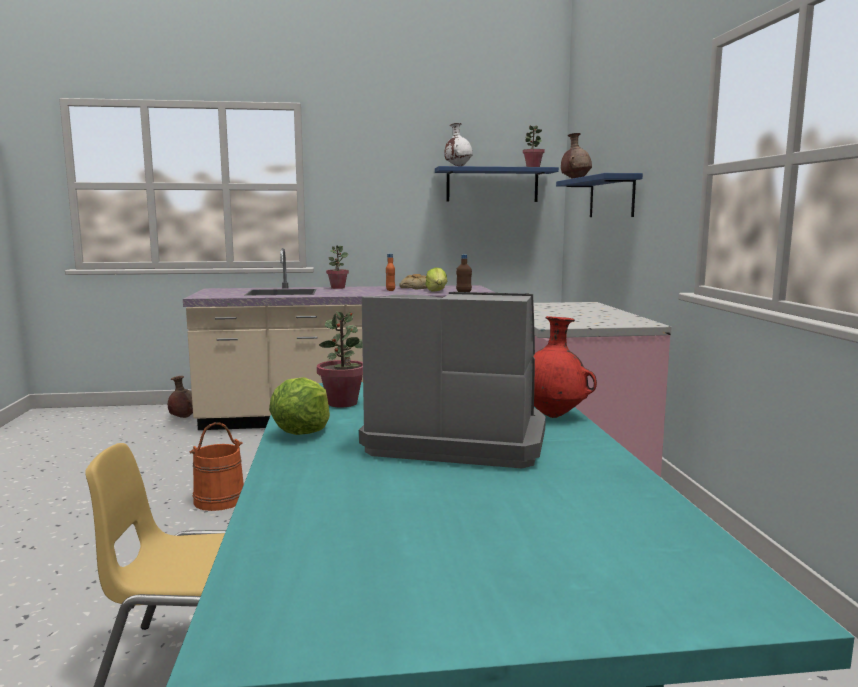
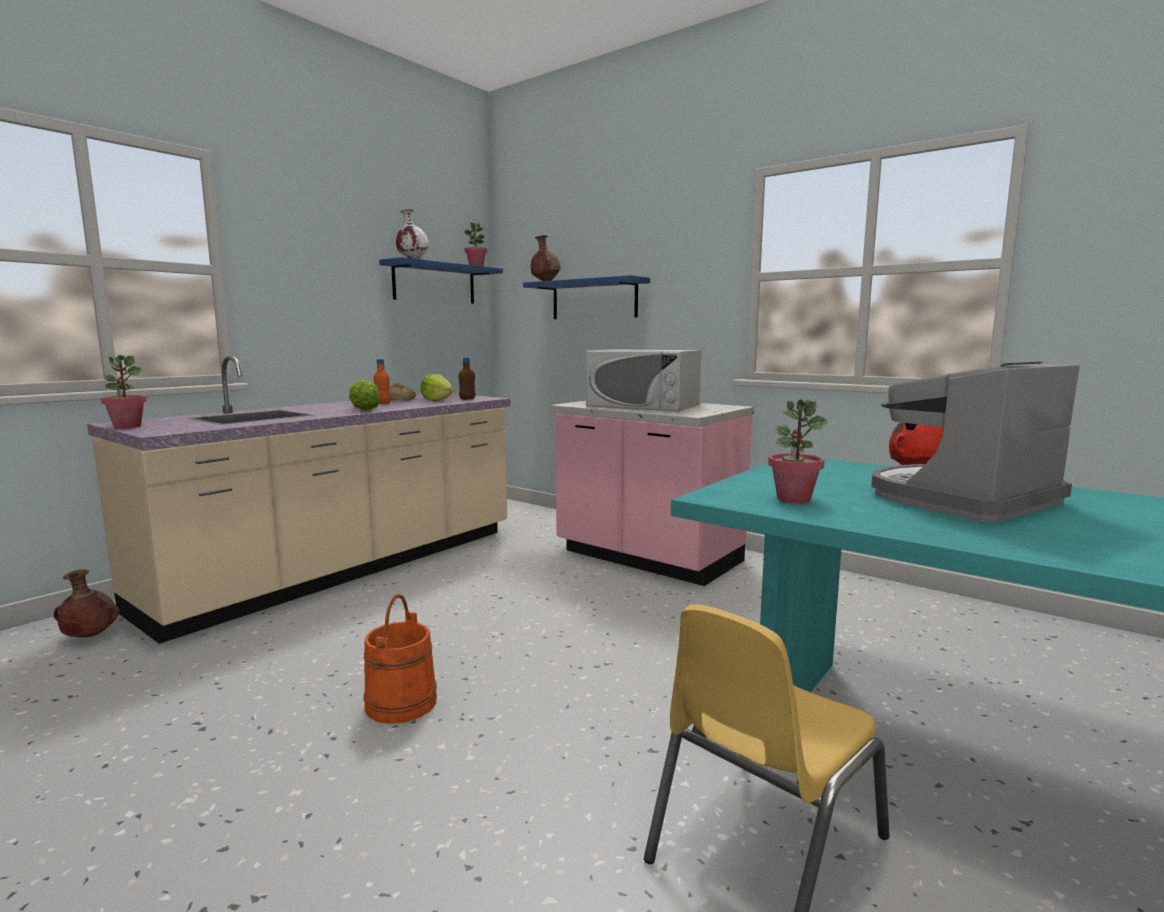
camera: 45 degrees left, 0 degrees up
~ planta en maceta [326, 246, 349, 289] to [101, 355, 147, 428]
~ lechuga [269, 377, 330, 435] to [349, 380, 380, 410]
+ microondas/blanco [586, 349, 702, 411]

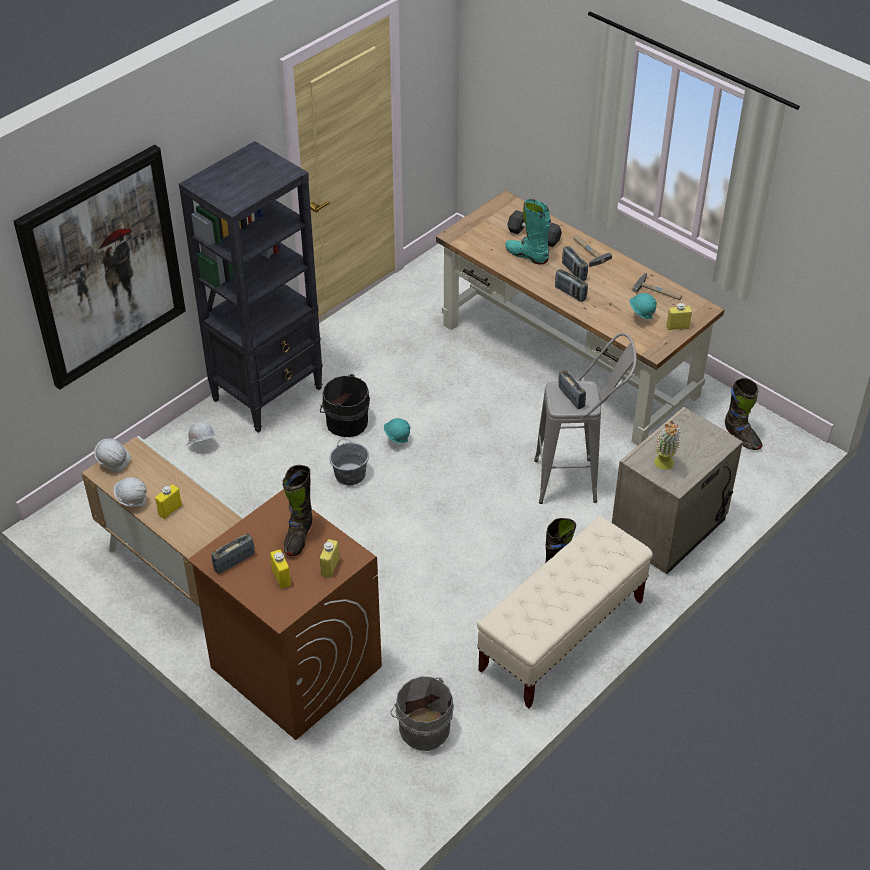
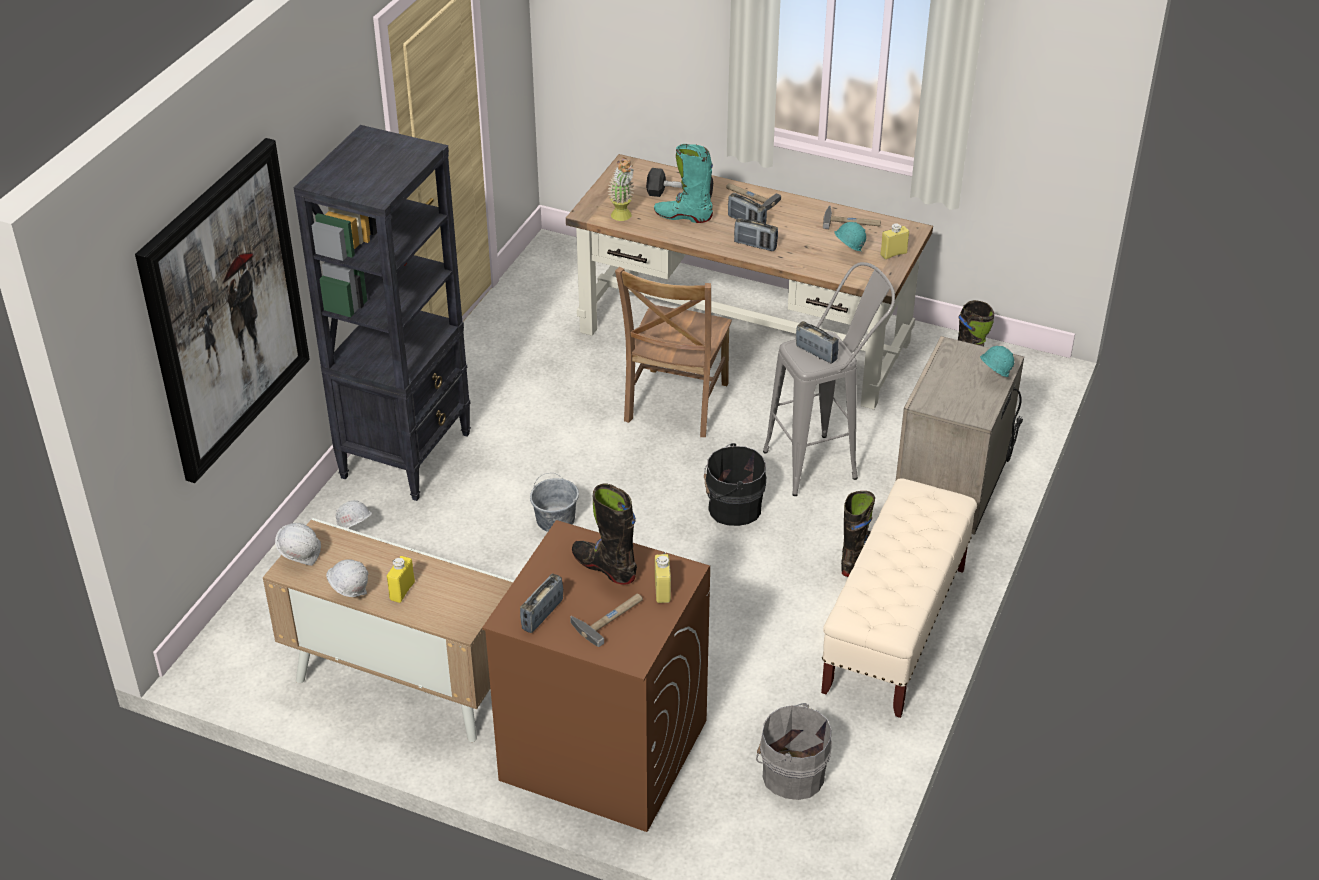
camera: 20 degrees left, 5 degrees down
~ cubo/negro [320, 374, 370, 437] to [704, 443, 766, 526]
~ casco/turquesa [384, 418, 411, 443] to [980, 346, 1014, 377]
~ planta en maceta [654, 421, 681, 470] to [608, 157, 634, 221]
~ bota/negro [283, 465, 312, 556] = [572, 484, 637, 584] 135 degrees clockwise
~ botella/amarillo [270, 550, 291, 588] to martillo [570, 594, 643, 647]
+ silla/marrón [615, 267, 732, 437]

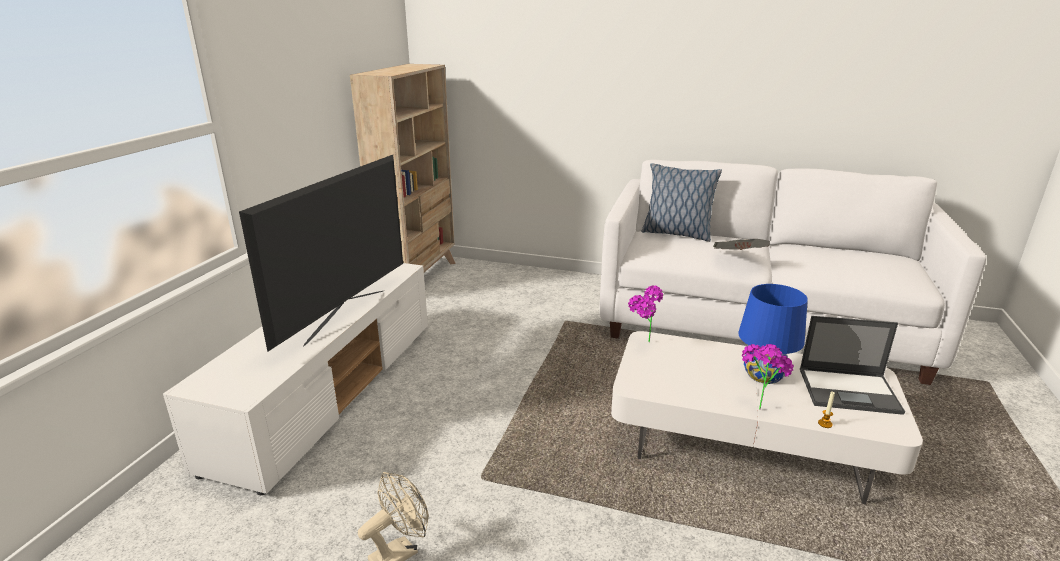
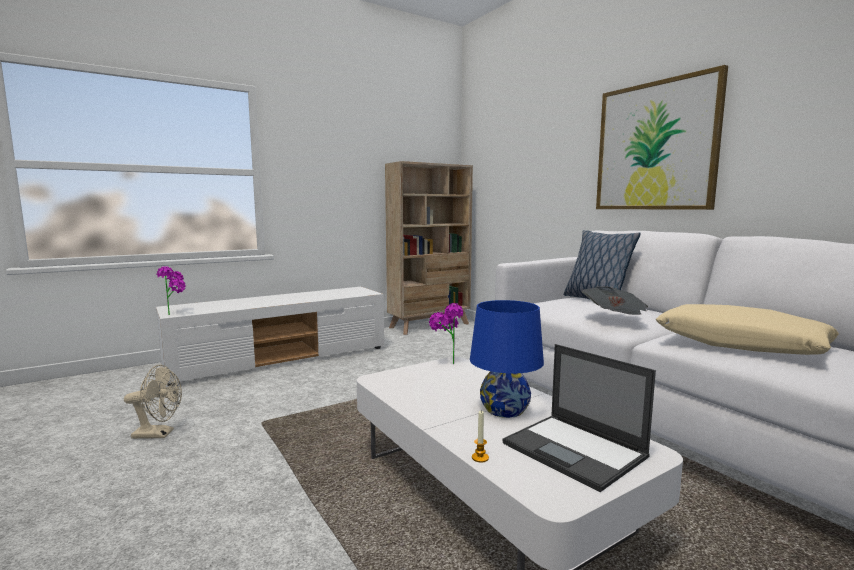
camera: 40 degrees right, 15 degrees down
- televisor [239, 155, 403, 352]
~ planta en maceta [742, 344, 794, 410] to [157, 266, 186, 315]
+ cuadro [596, 65, 728, 210]
+ cojín/beis [656, 304, 839, 355]

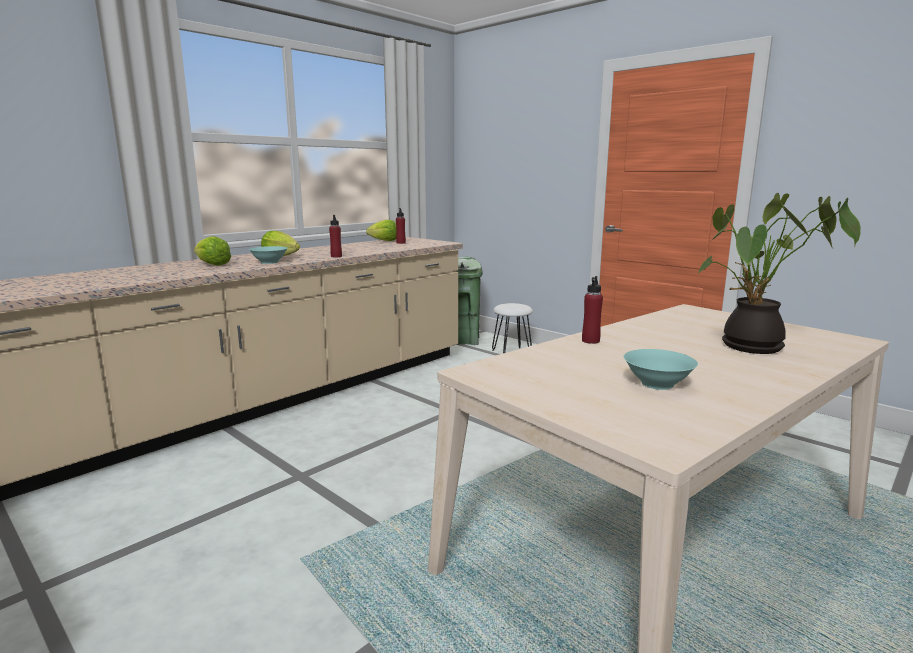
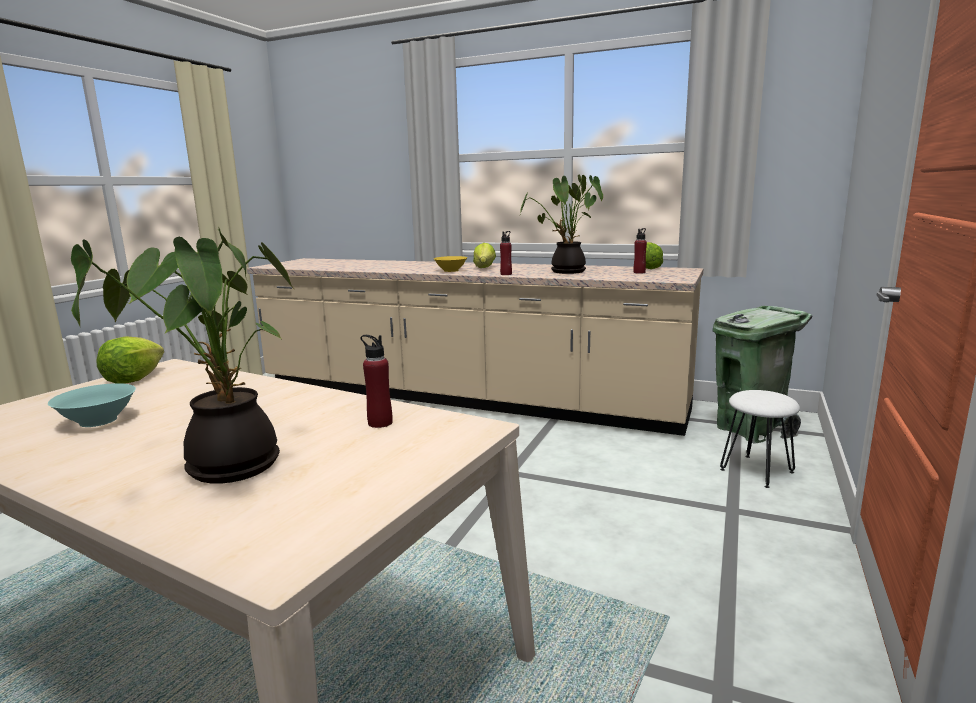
camera: 70 degrees right, 0 degrees up
~ lechuga [194, 236, 231, 266] to [96, 336, 164, 384]
~ cuenco/turquesa [249, 246, 288, 264] to cuenco/amarillo [434, 256, 467, 272]
~ botella/rojo [582, 276, 603, 344] to [361, 335, 393, 428]
+ planta en maceta [520, 175, 603, 274]

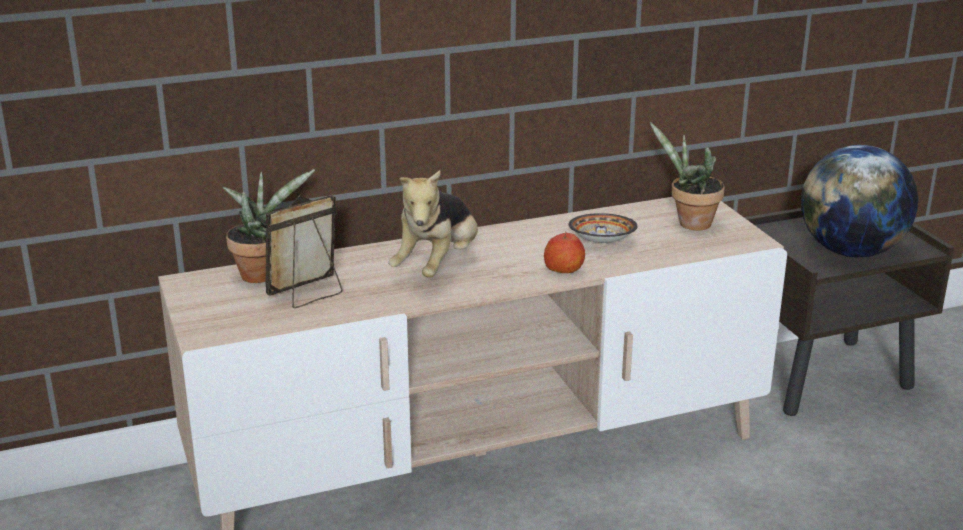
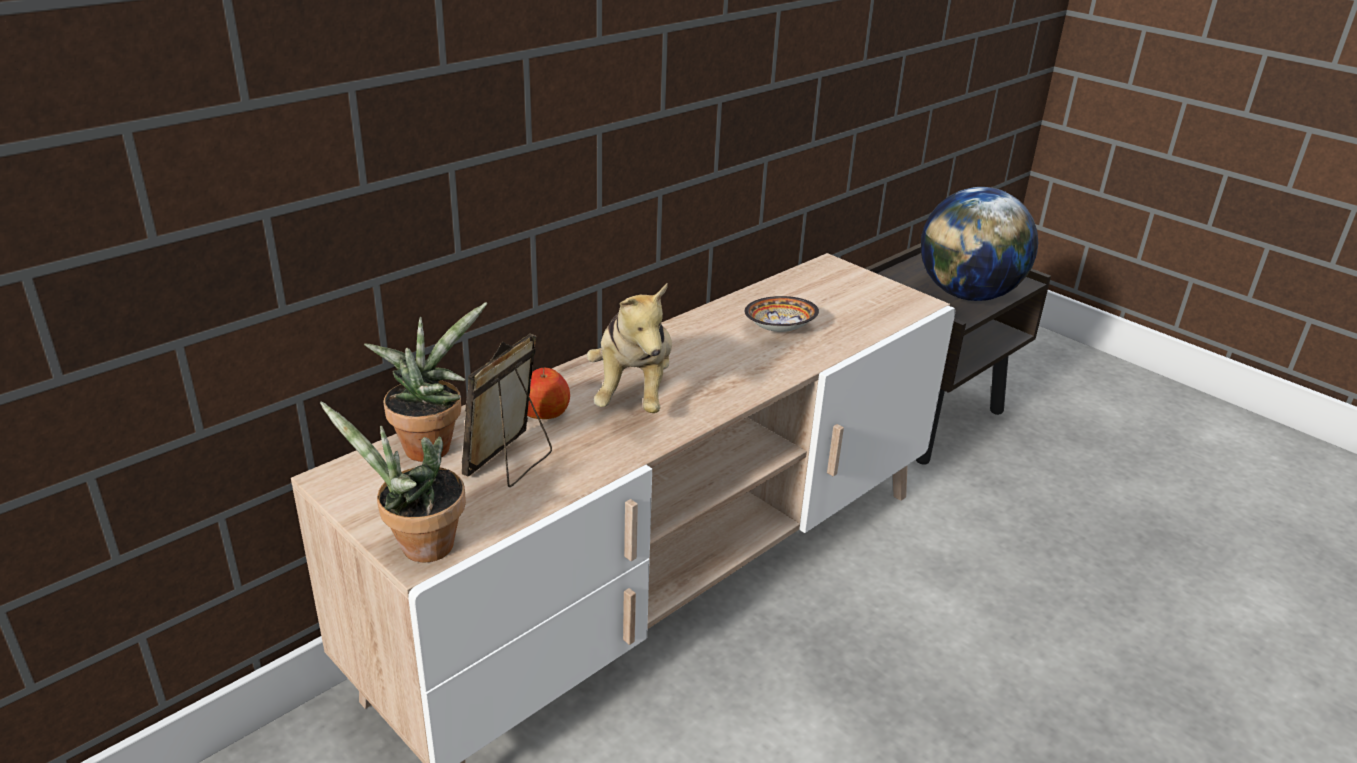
camera: 25 degrees left, 5 degrees up
~ planta en maceta [650, 122, 725, 231] to [320, 401, 466, 563]
~ manzana [544, 231, 585, 273] to [527, 368, 570, 419]

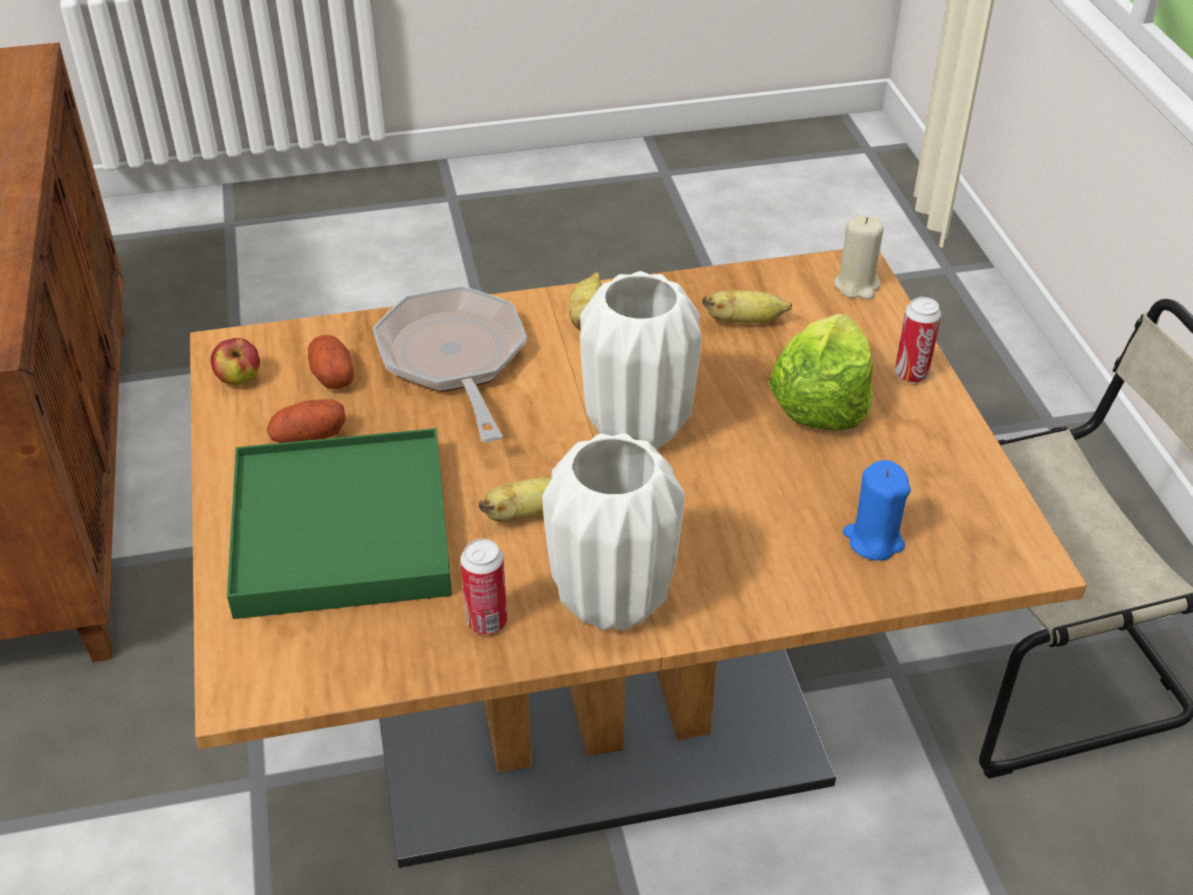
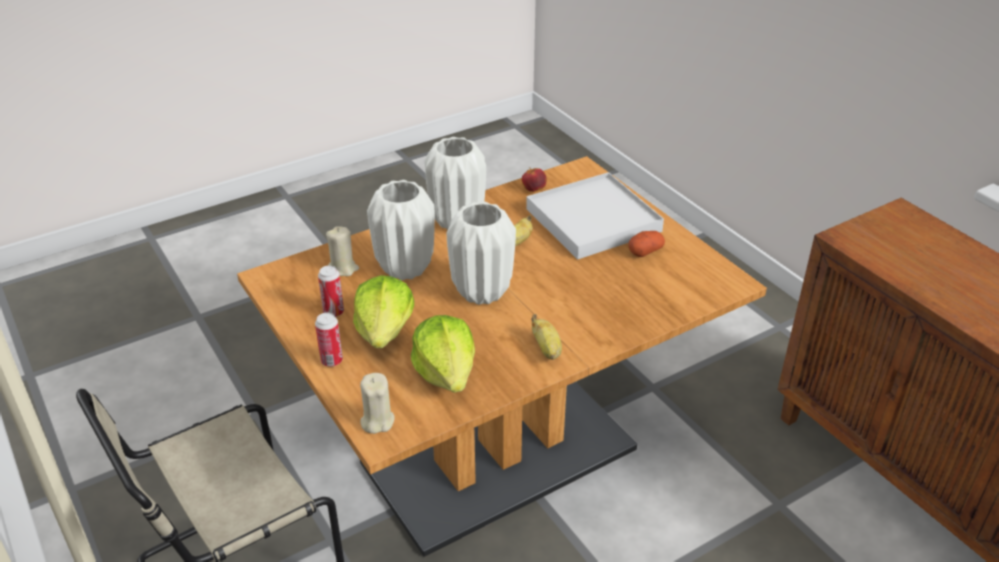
camera: 160 degrees right, 5 degrees down
- sartén [373, 286, 527, 442]
~ plátano [702, 290, 792, 323] to lechuga [411, 315, 475, 393]
- patata [308, 335, 354, 389]
~ manzana [211, 338, 260, 385] to [522, 168, 547, 192]
~ bandeja/verde [227, 428, 452, 619] to bandeja/blanco [526, 172, 664, 260]
~ vela/azul [843, 460, 911, 561] to vela/beis [326, 226, 359, 276]
~ lata [461, 539, 507, 635] to [318, 266, 344, 317]
+ florero/blanco [367, 180, 435, 280]

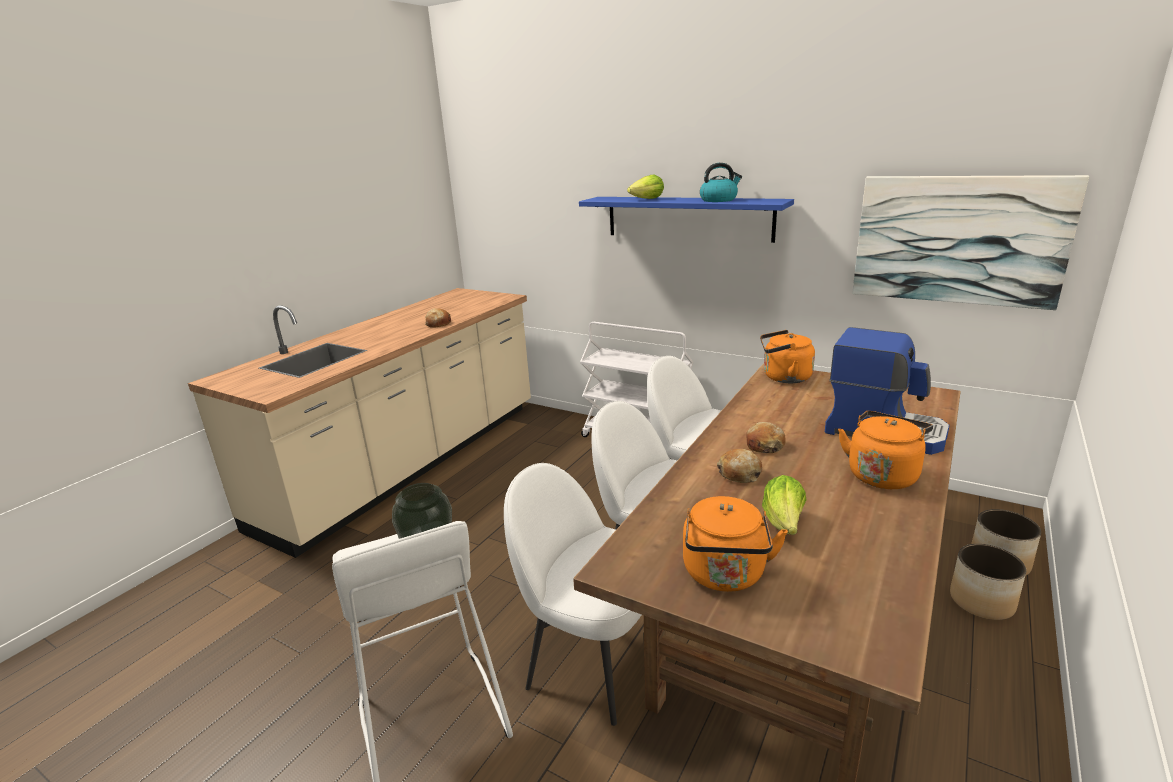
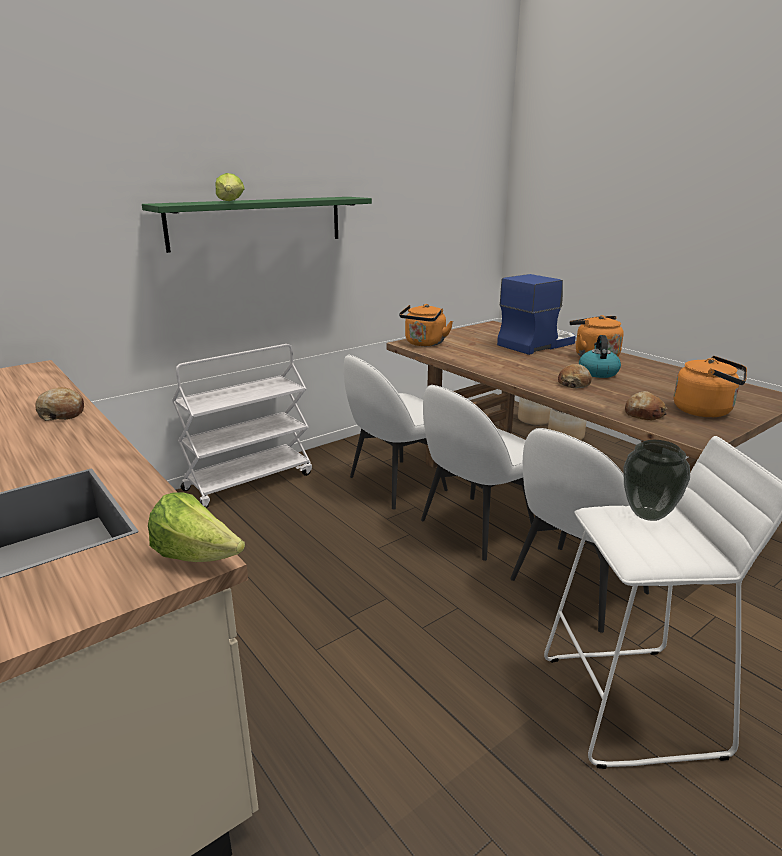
camera: 70 degrees left, 0 degrees up
~ hervidor [700, 163, 742, 202] to [579, 335, 621, 378]
- cuadro [852, 175, 1089, 310]
~ estante/azul [579, 197, 794, 243] to estante/verde [142, 197, 372, 253]
~ pan [746, 422, 786, 453] to [625, 391, 667, 420]
~ lechuga [762, 475, 806, 535] to [148, 492, 245, 562]

